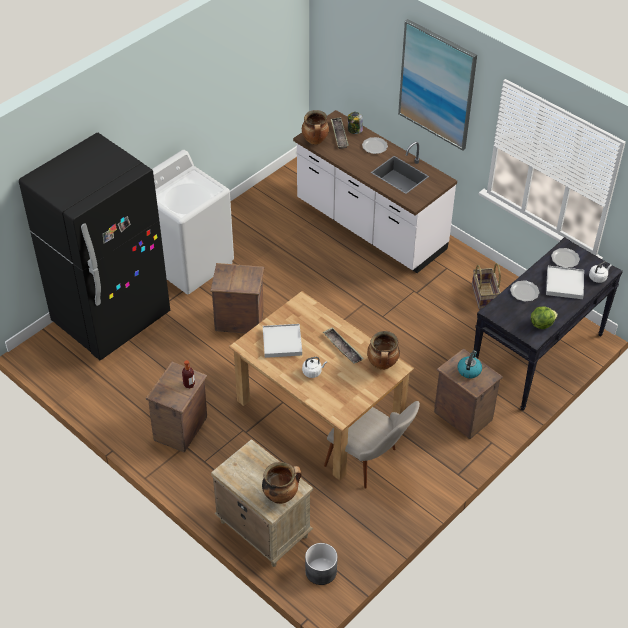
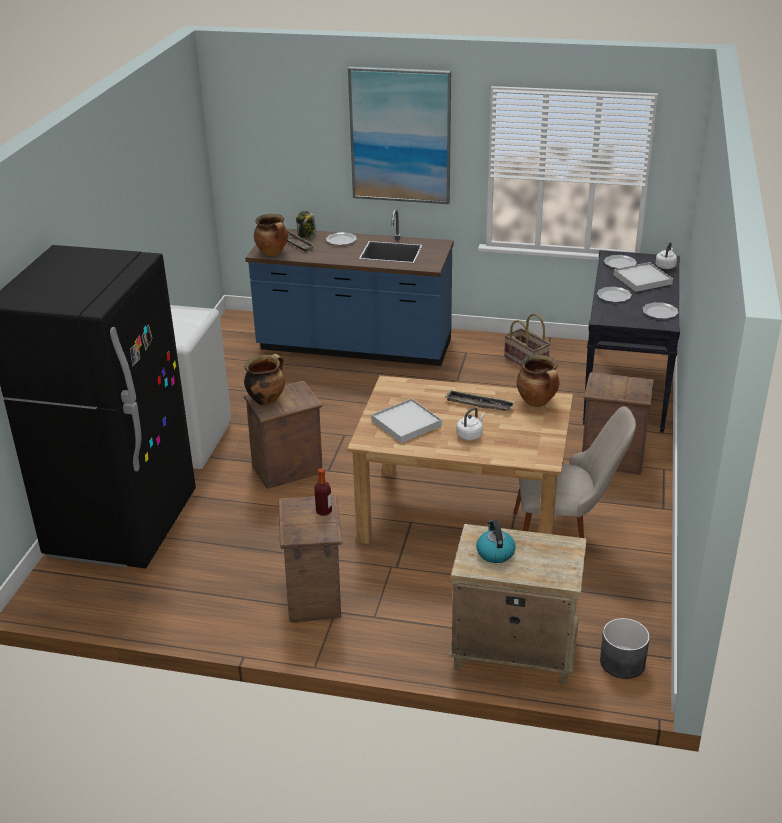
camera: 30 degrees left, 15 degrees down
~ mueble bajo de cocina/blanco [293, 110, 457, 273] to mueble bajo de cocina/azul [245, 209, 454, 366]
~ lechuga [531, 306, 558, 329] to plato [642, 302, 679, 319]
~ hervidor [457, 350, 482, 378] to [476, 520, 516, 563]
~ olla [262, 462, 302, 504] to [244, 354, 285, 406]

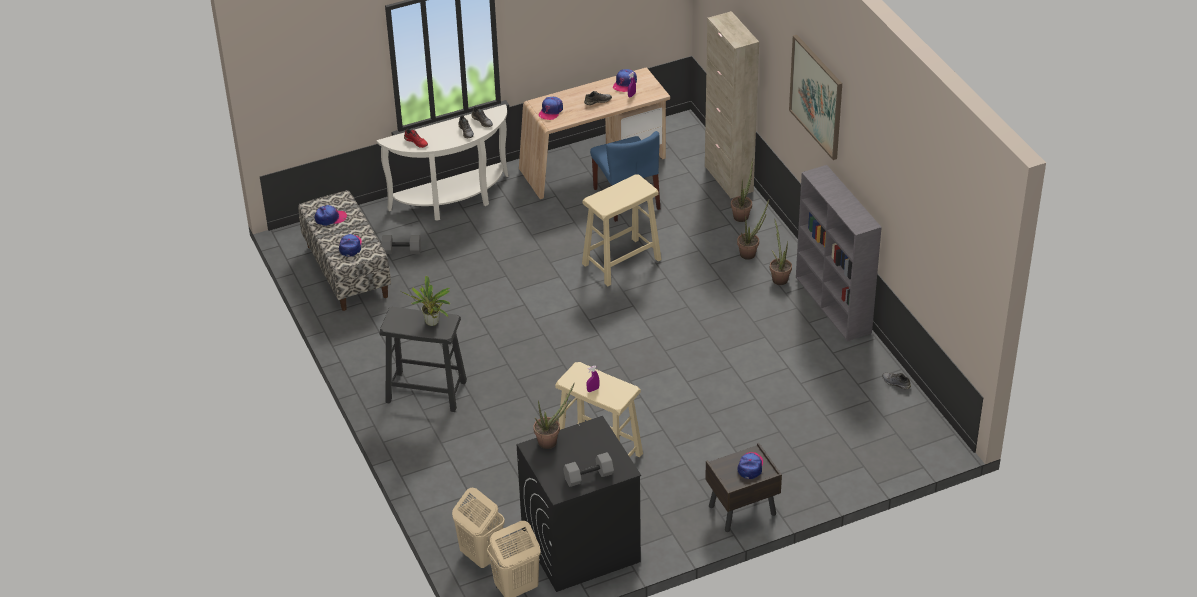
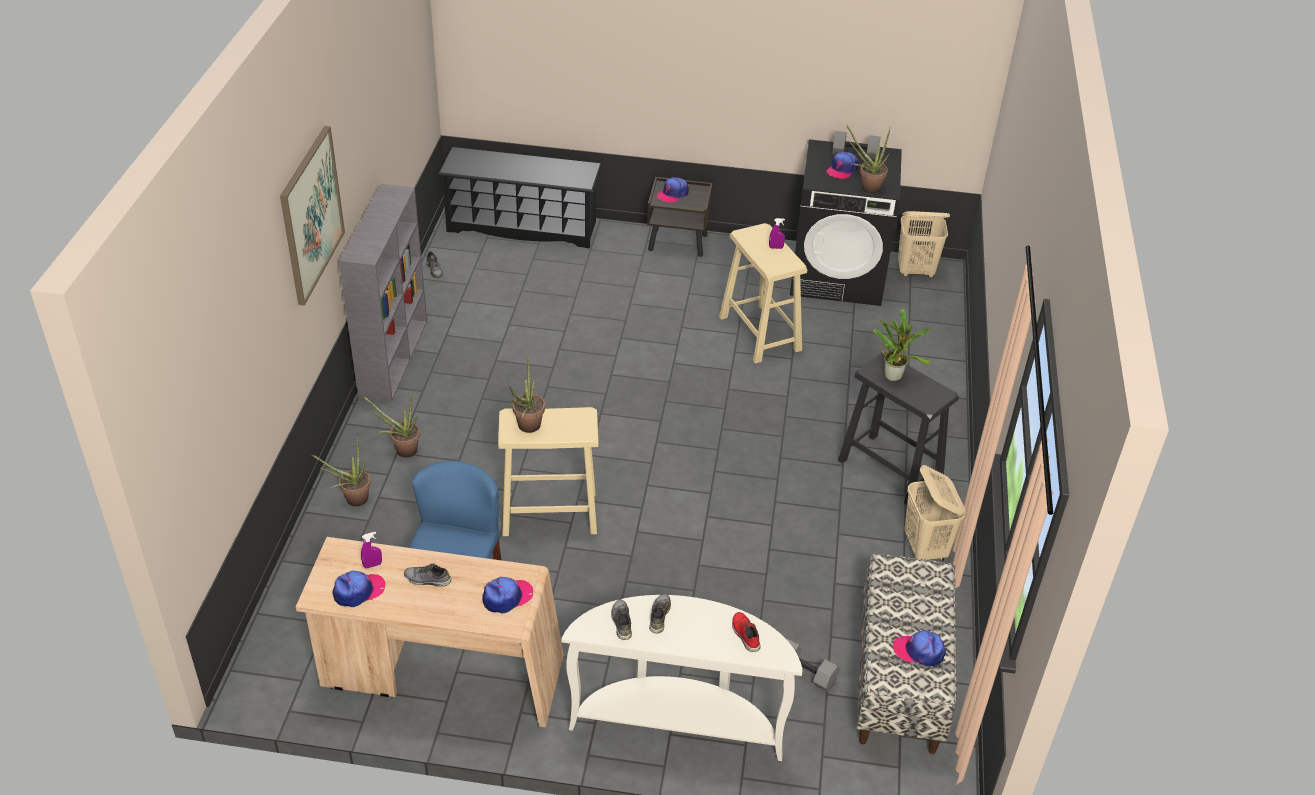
camera: 150 degrees left, 0 degrees up
- armario/beis [705, 11, 759, 199]
~ planta en maceta [770, 218, 792, 285] to [509, 354, 545, 433]
~ gorra [339, 234, 362, 257] to [826, 152, 858, 179]
~ cesto de la ropa/beis [452, 487, 505, 568] to [904, 465, 966, 561]
+ zapatero/negro [438, 147, 602, 248]

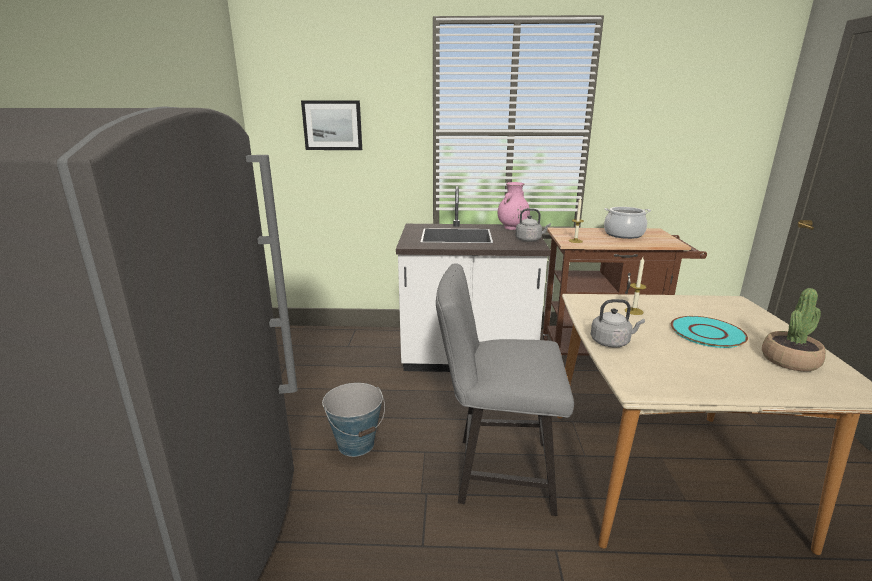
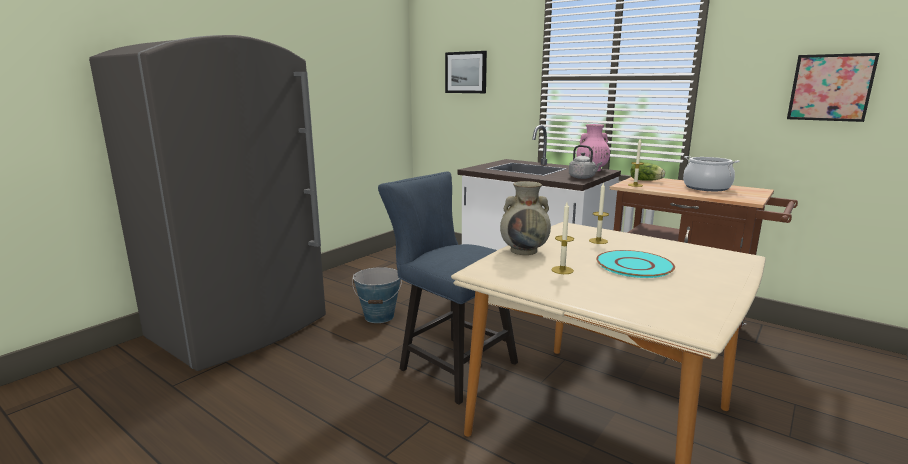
camera: 35 degrees right, 5 degrees down
~ silla/gris [436, 263, 574, 516] to silla/azul [378, 172, 518, 405]
- planta en maceta [762, 288, 826, 371]
~ hervidor/gris [591, 299, 645, 348] to florero/beis [500, 181, 551, 255]
+ cuadro [787, 53, 880, 122]
+ lechuga [631, 162, 665, 181]
+ vela [551, 202, 574, 274]

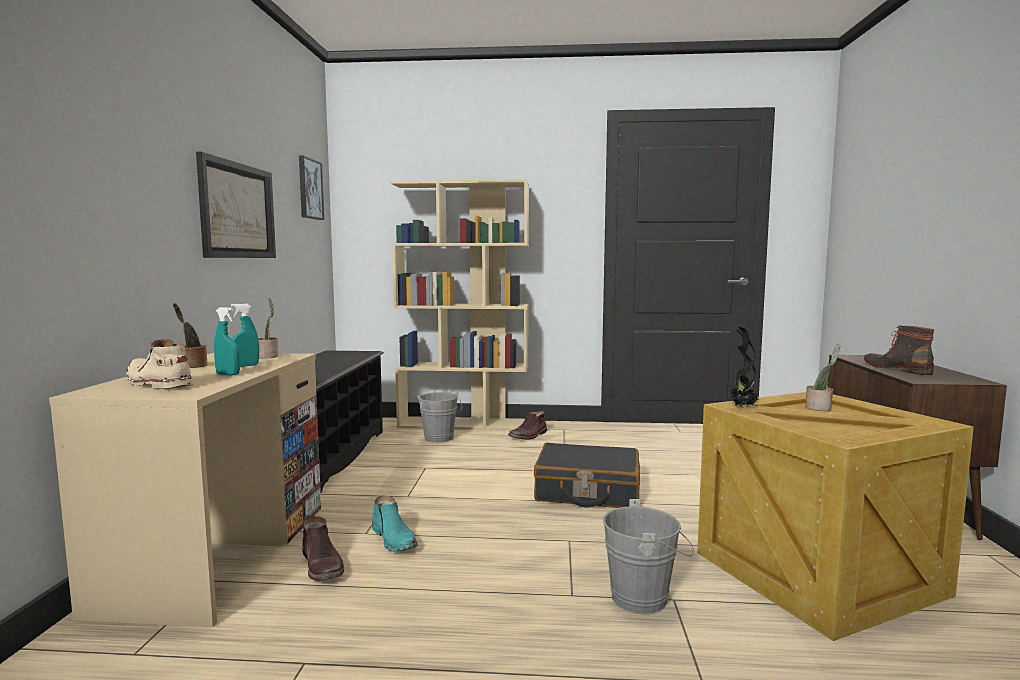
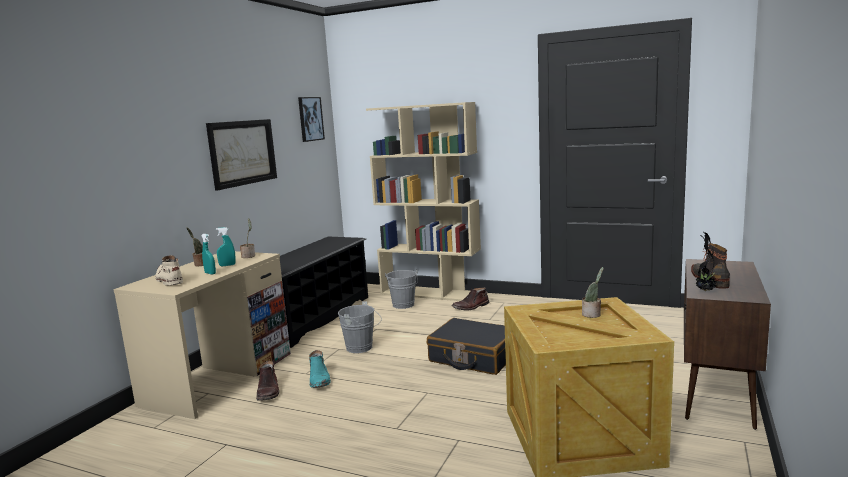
camera: 20 degrees right, 5 degrees up
~ planta en maceta [730, 327, 758, 407] to [696, 232, 717, 291]
~ cubo/gris [603, 499, 694, 614] to [338, 301, 382, 353]

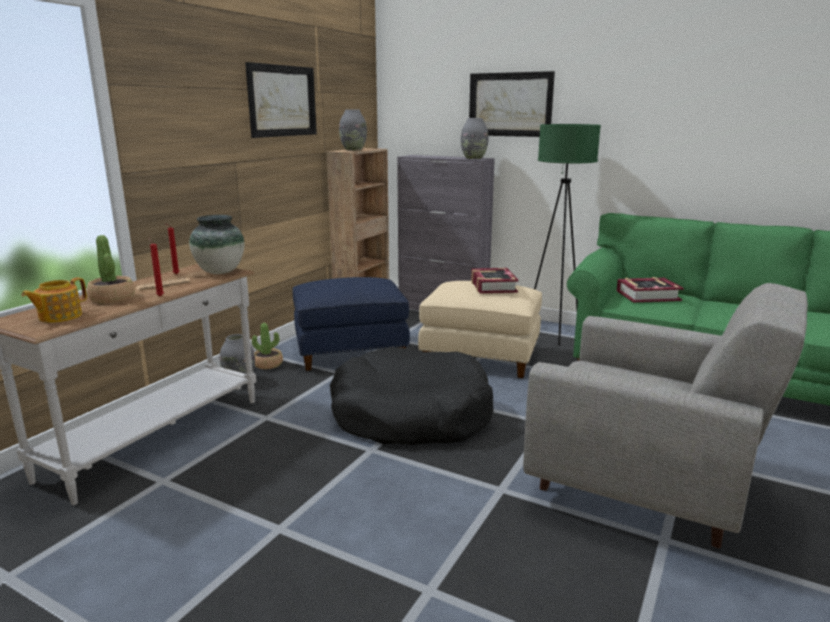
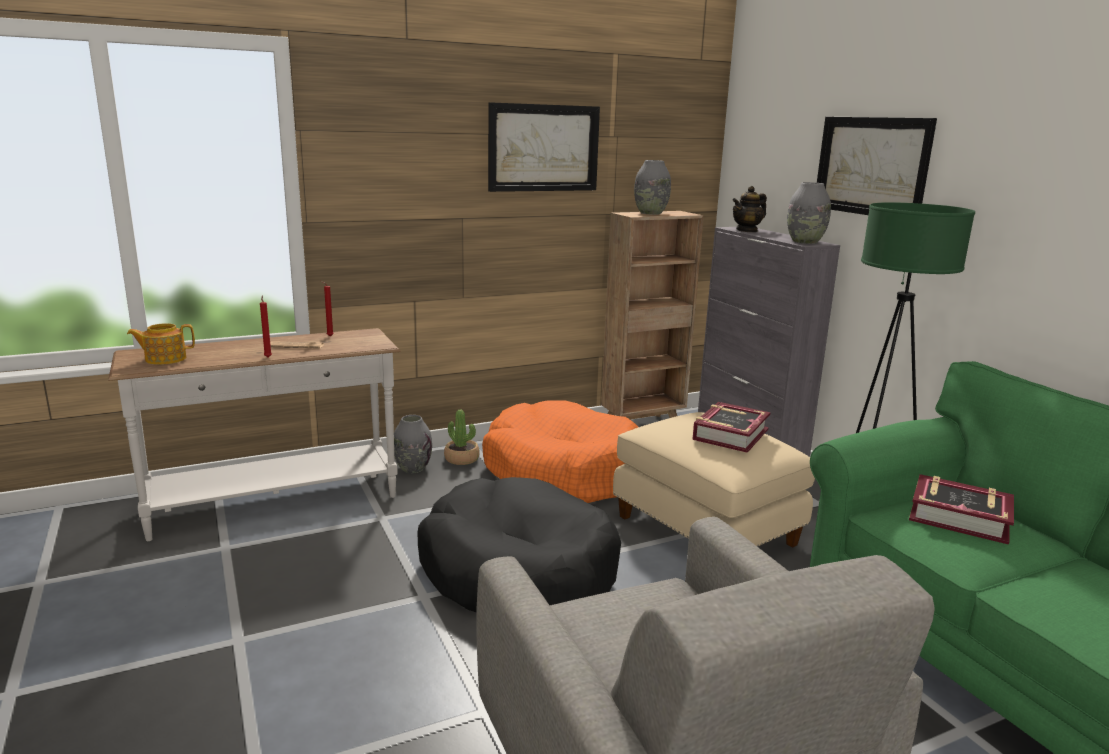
camera: 35 degrees right, 0 degrees up
- florero [189, 215, 245, 274]
- planta en maceta [87, 235, 135, 304]
~ puf/azul [293, 277, 410, 371] to cama para perro/naranja [482, 400, 638, 503]
+ tetera [732, 186, 767, 232]

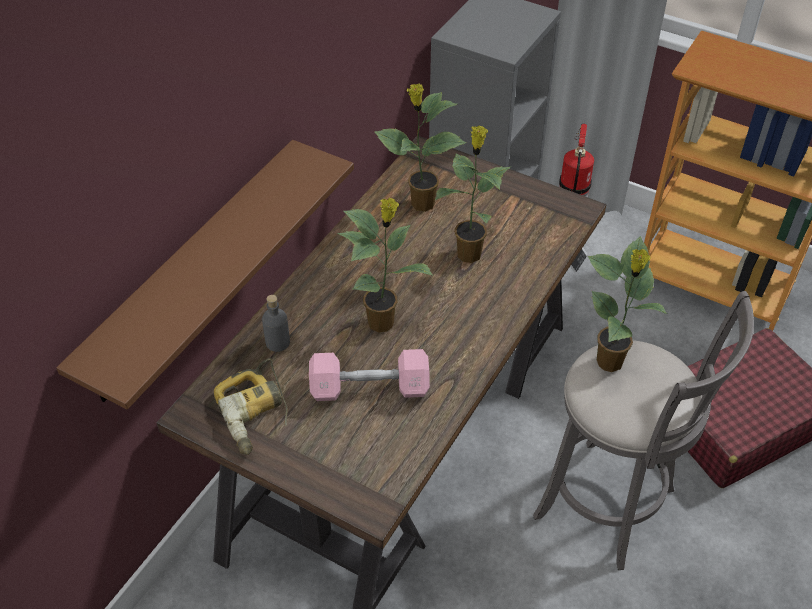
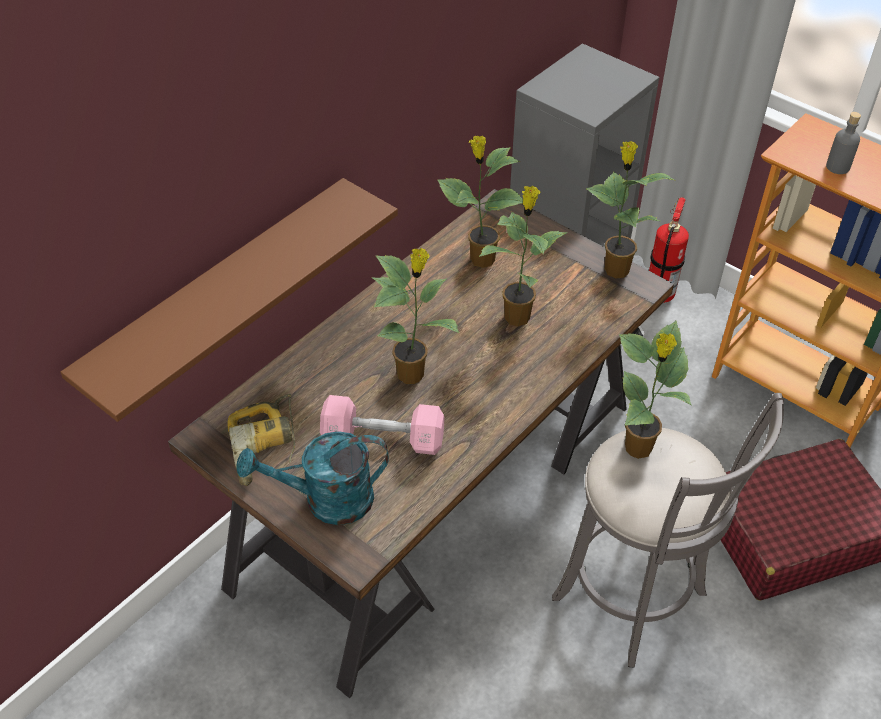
camera: 10 degrees right, 0 degrees up
~ botella/gris [262, 295, 290, 352] to [826, 112, 861, 174]
+ planta en maceta [586, 141, 675, 278]
+ regadera/turquesa [236, 431, 389, 525]

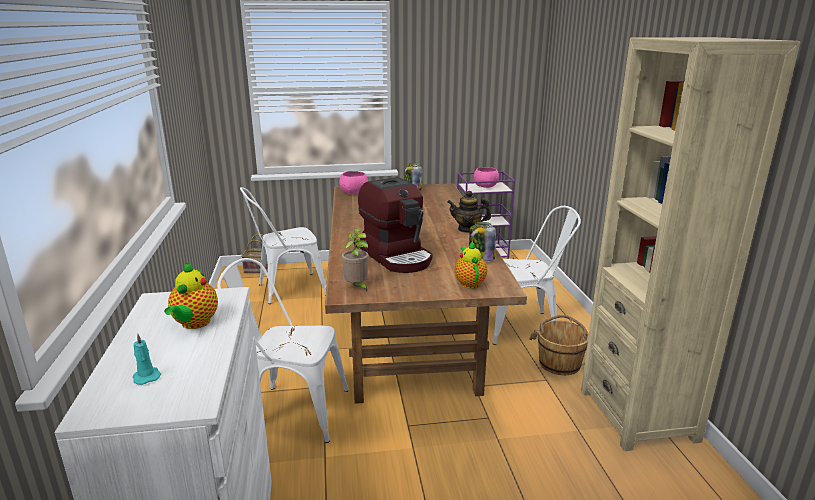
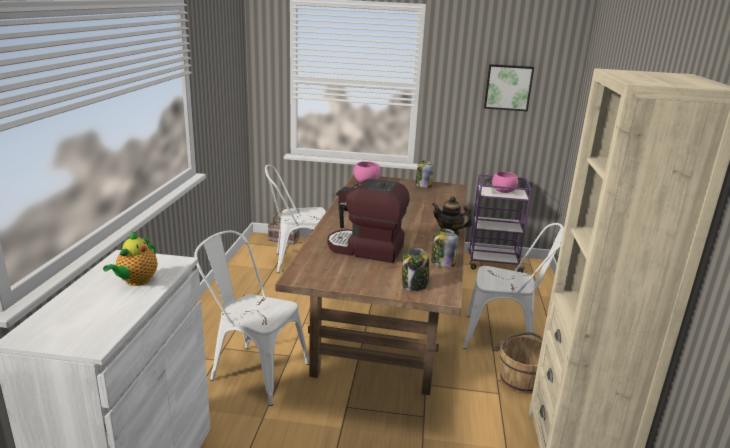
camera: 15 degrees right, 0 degrees up
~ cafetera [358, 177, 432, 273] = [327, 179, 410, 263] 120 degrees clockwise
- planta en maceta [342, 228, 369, 291]
~ tetera [455, 241, 487, 289] to tarro [402, 248, 429, 291]
- vela/turquesa [133, 334, 161, 385]
+ cuadro [484, 64, 534, 111]

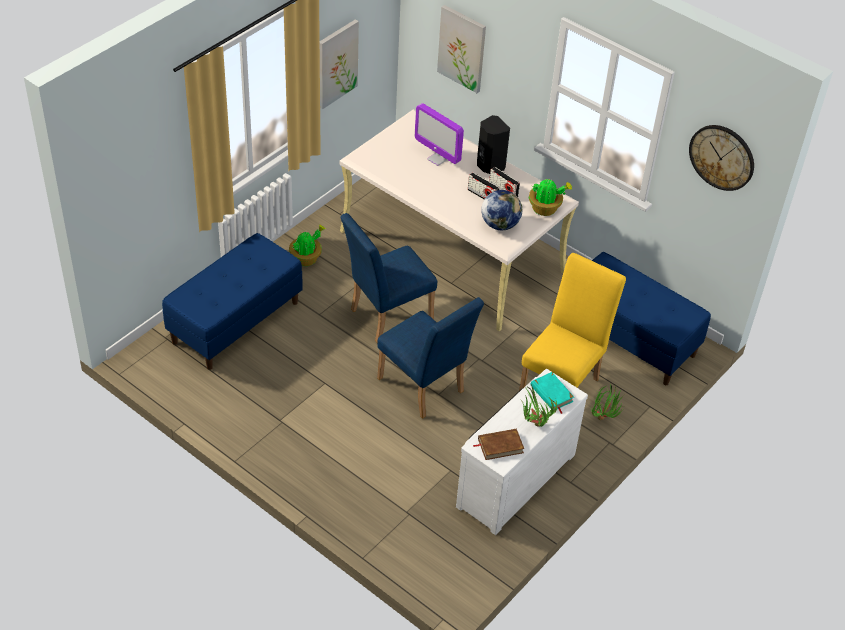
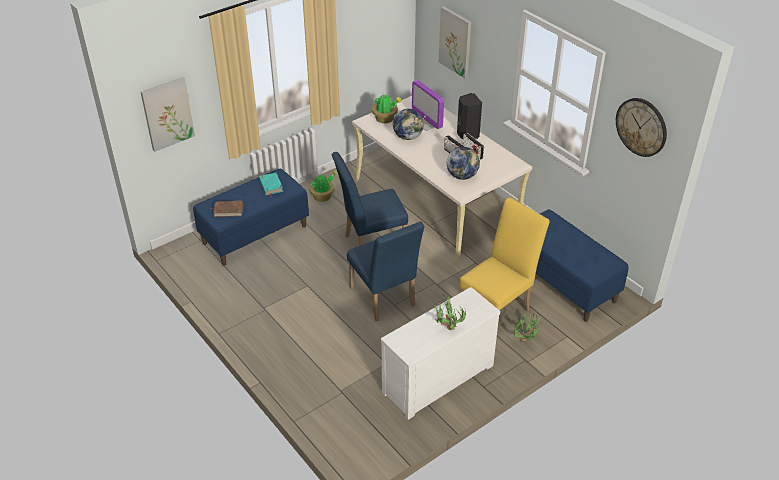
camera: 15 degrees right, 5 degrees down
~ cuadro [320, 20, 359, 109] to [141, 77, 195, 152]
~ planta en maceta [529, 178, 572, 216] to [372, 95, 402, 123]
~ libro/turquesa [531, 372, 574, 414] to [259, 173, 283, 198]
~ libro/marrón [473, 429, 524, 460] to [210, 201, 243, 217]
+ globo terráqueo [393, 109, 424, 140]

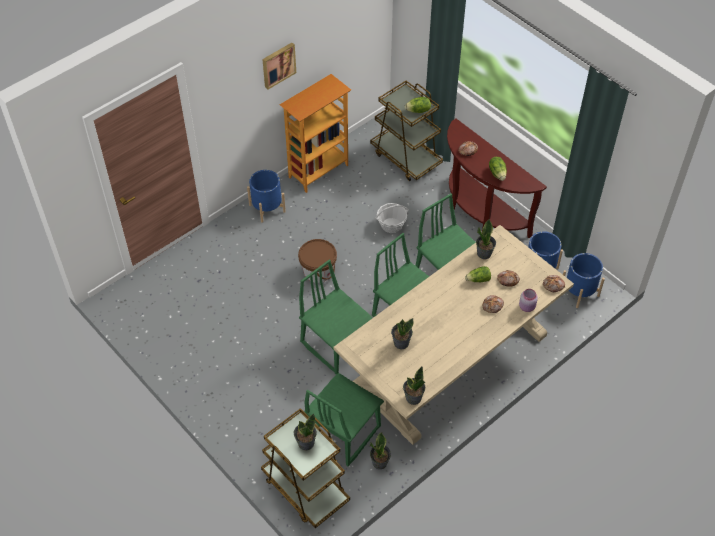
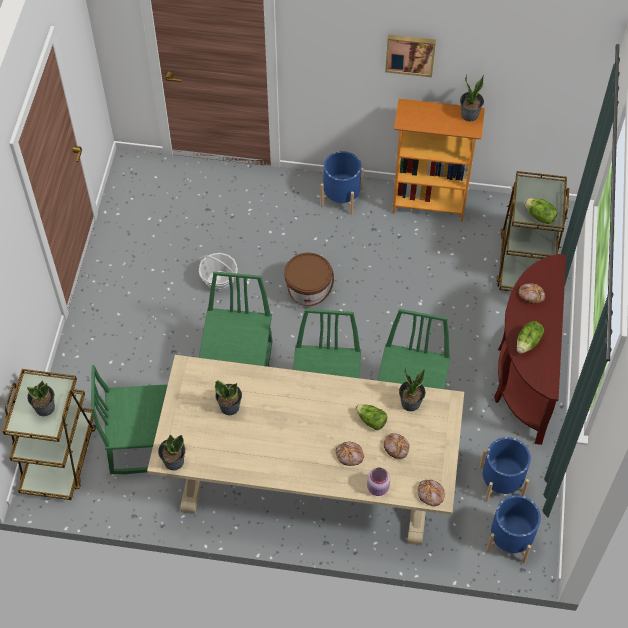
camera: 50 degrees right, 5 degrees up
~ cesta [375, 203, 409, 233] to [199, 253, 238, 291]
~ planta en maceta [370, 432, 391, 469] to [460, 74, 484, 121]

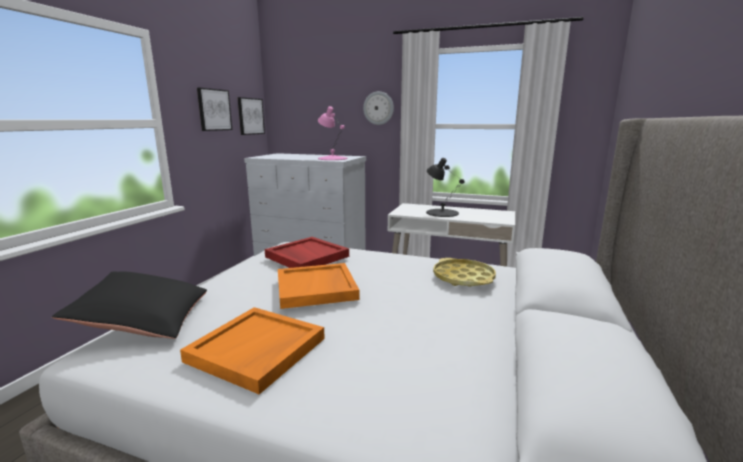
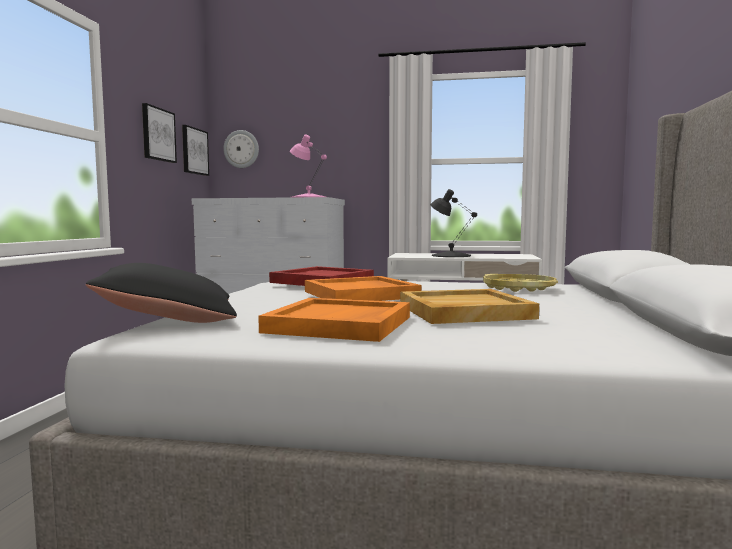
camera: 10 degrees left, 10 degrees down
~ reloj de pared [363, 91, 394, 125] to [223, 130, 259, 168]
+ bandeja/beis [400, 289, 539, 324]

